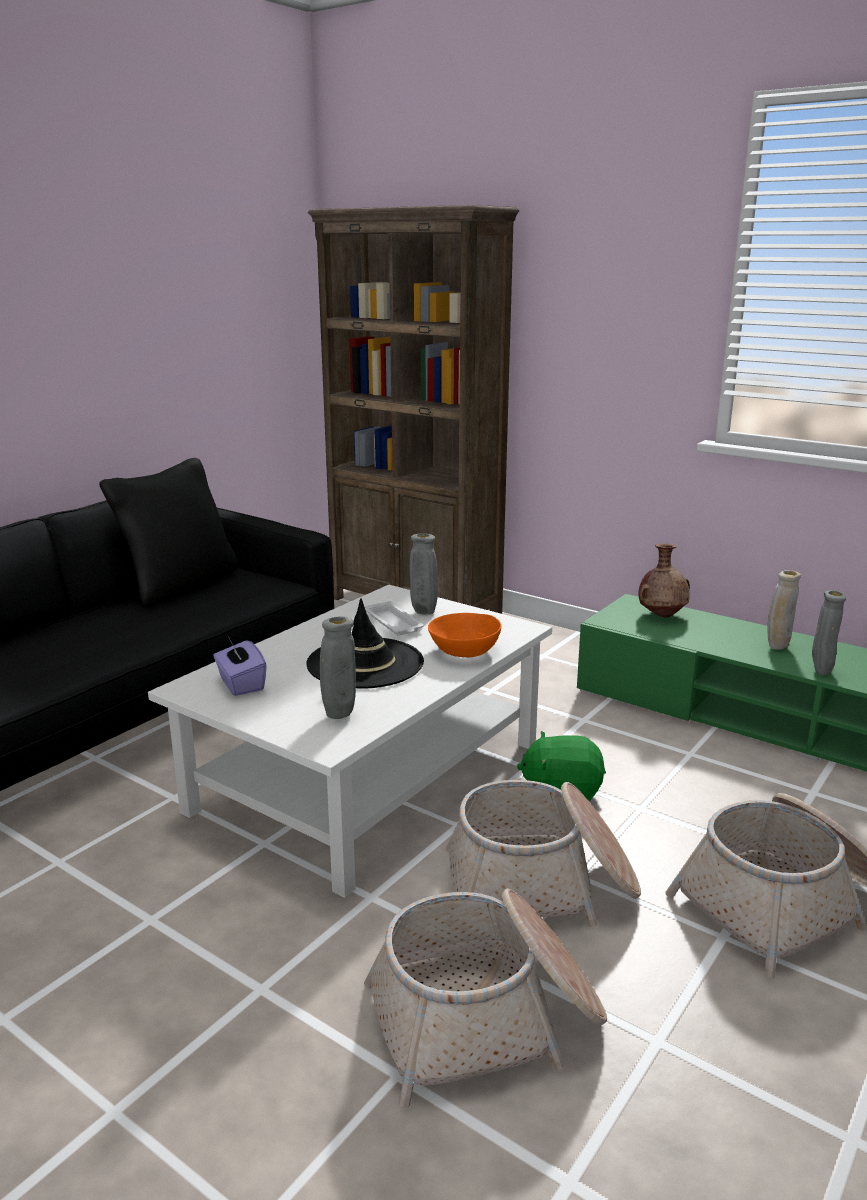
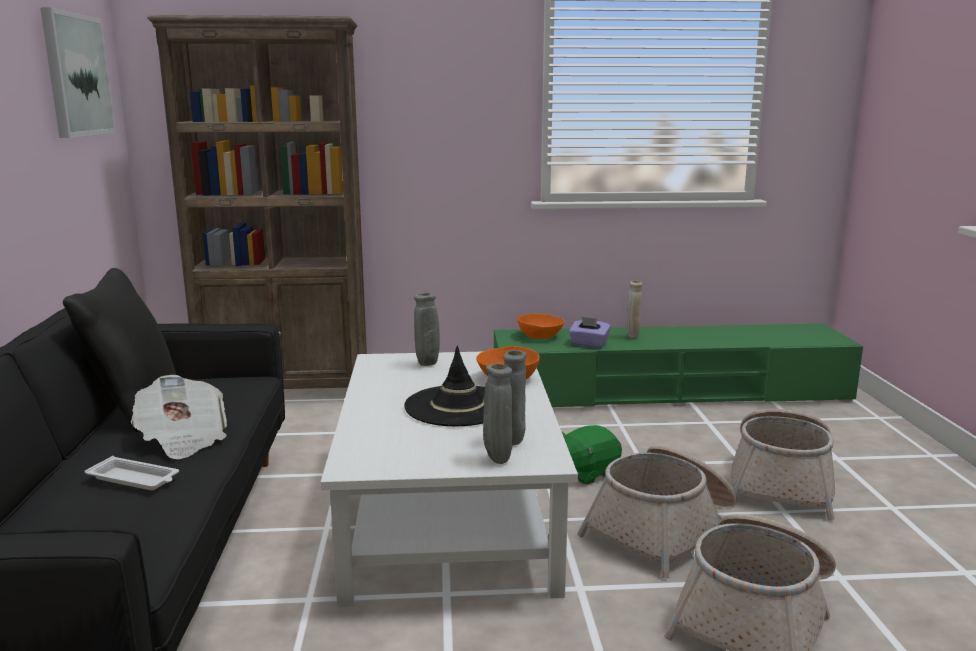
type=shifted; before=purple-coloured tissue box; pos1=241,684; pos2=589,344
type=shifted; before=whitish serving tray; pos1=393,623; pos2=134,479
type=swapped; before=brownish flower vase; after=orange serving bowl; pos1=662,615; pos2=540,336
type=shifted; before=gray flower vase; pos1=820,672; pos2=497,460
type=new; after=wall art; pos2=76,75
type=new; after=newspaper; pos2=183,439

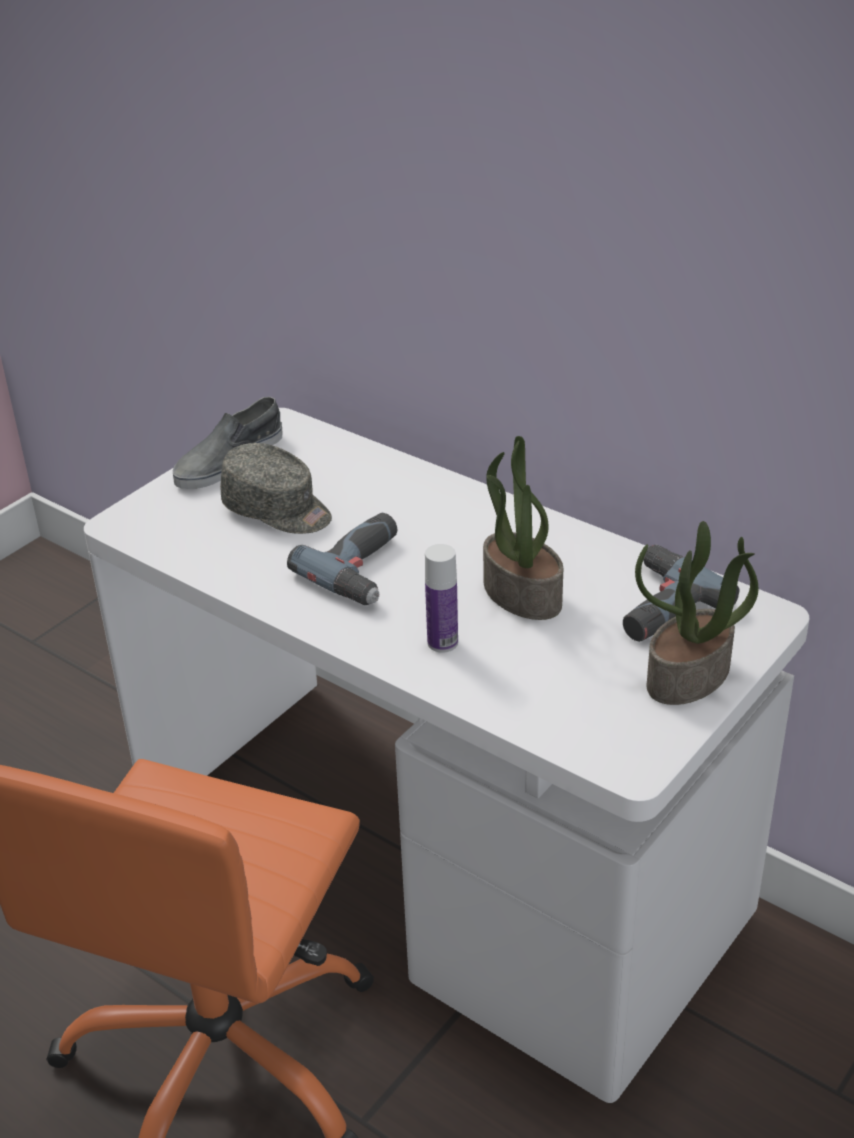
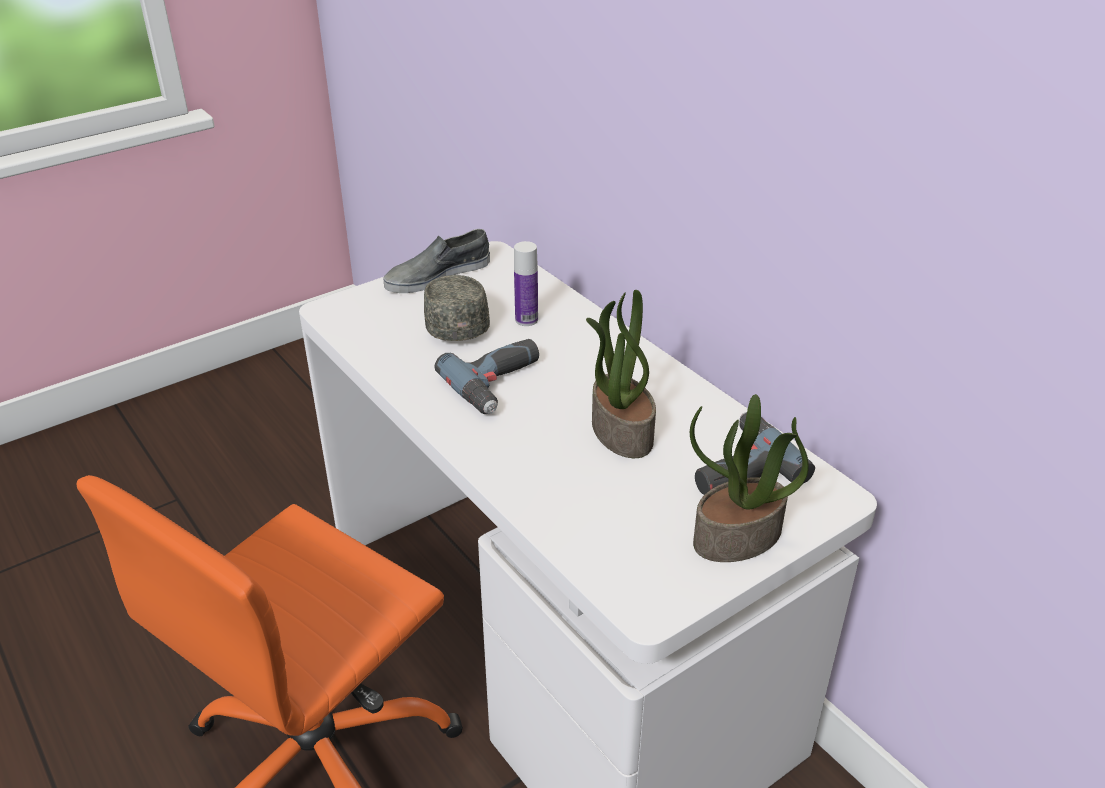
type=rotated; before=gray peaked cap; pos1=278,510; pos2=455,322; turn=-150
type=shifted; before=bottle; pos1=442,642; pos2=526,320

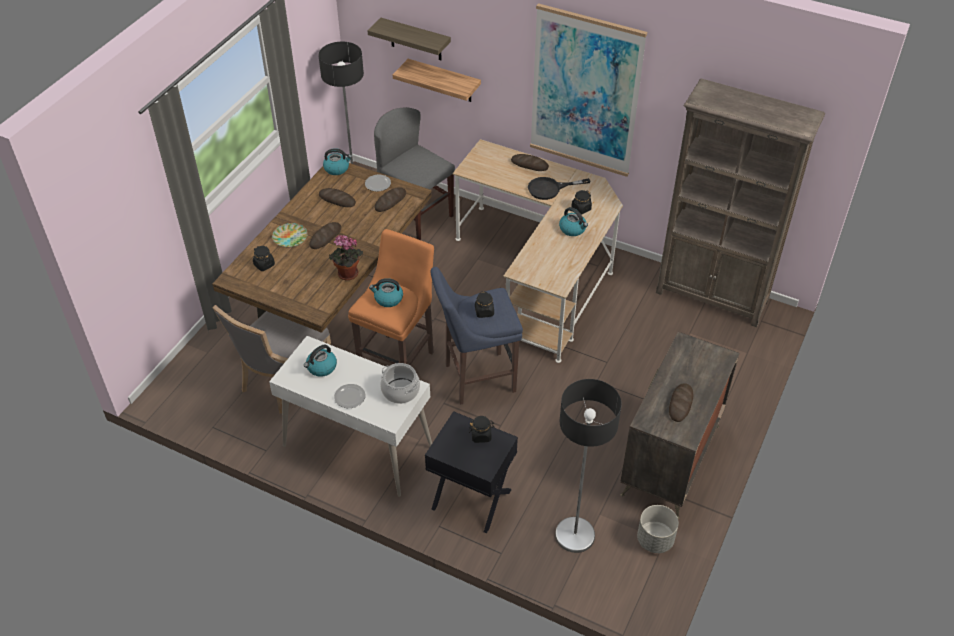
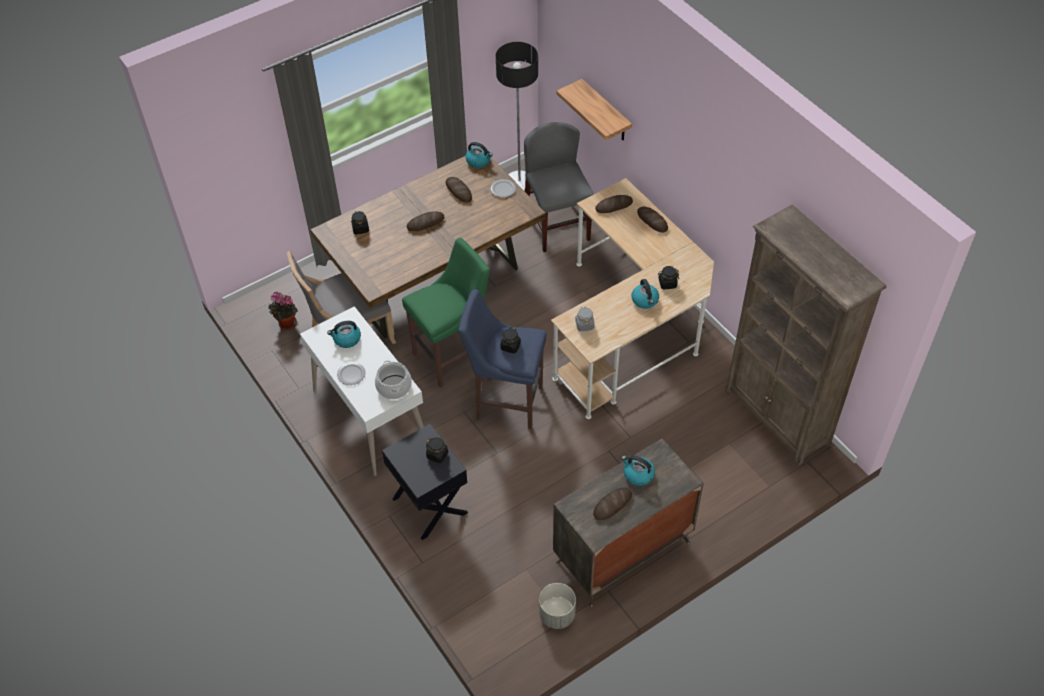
type=gone; before=dinner plate; pos1=290,237
type=shifted; before=plant in a pot; pos1=347,275; pos2=286,324
type=repainted; before=orange stool seat; after=green stool seat; pos1=399,360; pos2=453,356
type=gone; before=shelf; pos1=416,40
type=shifted; before=water kettle; pos1=388,299; pos2=638,474
type=shifted; before=baked bread; pos1=390,201; pos2=614,206
type=gone; before=black-coloured frying pan; pos1=550,189
type=gone; before=wall art; pos1=585,92
type=gone; before=standard lamp; pos1=574,535
type=new; after=gray preserve jar; pos2=584,325

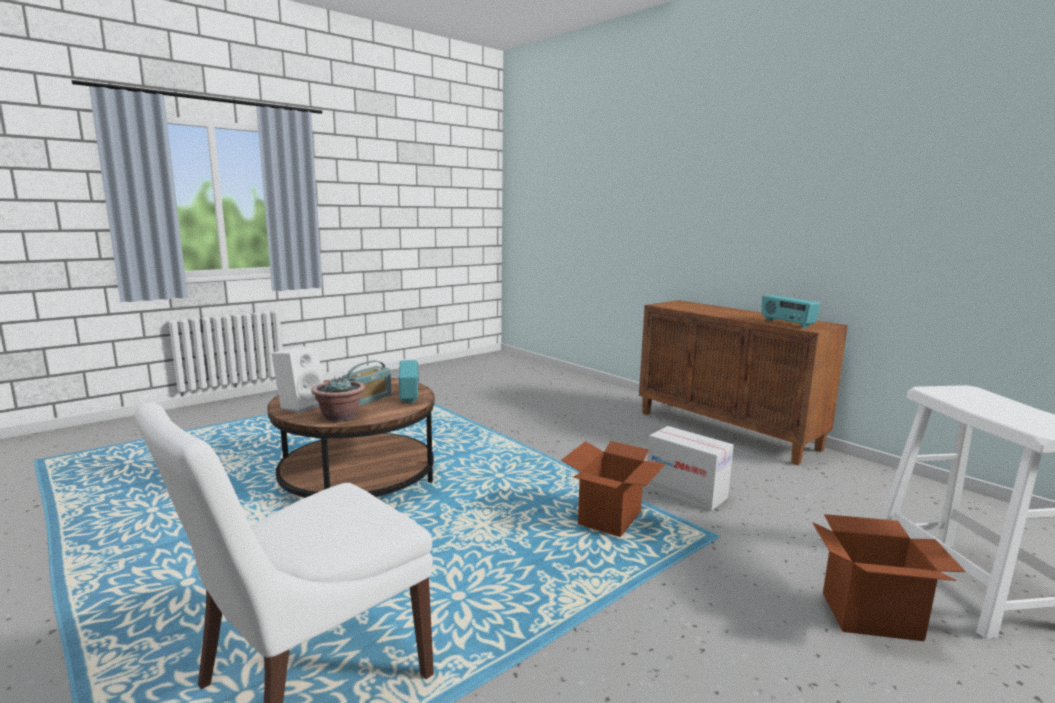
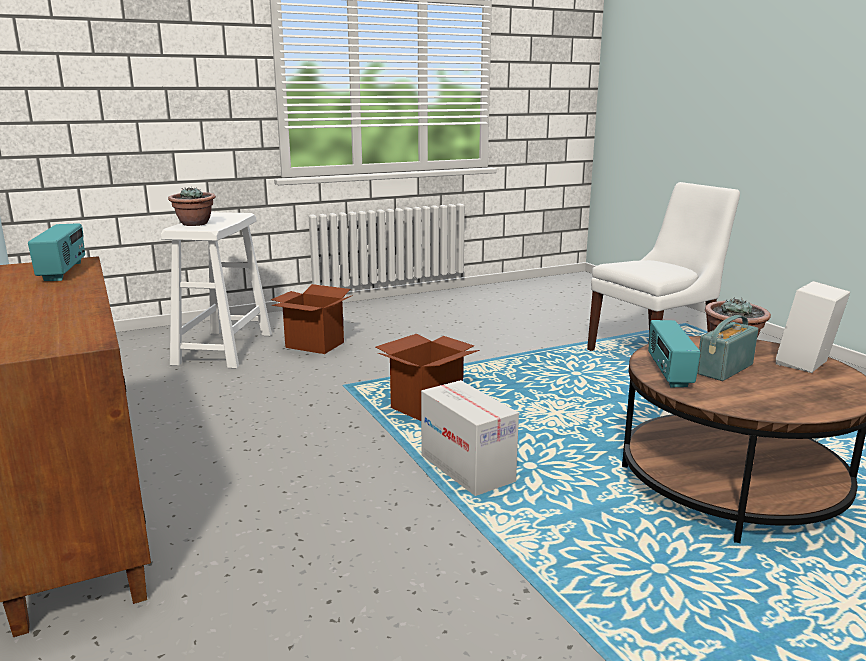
type=shifted; before=carton; pos1=686,492; pos2=466,469
type=new; after=plant in a pot; pos2=195,224

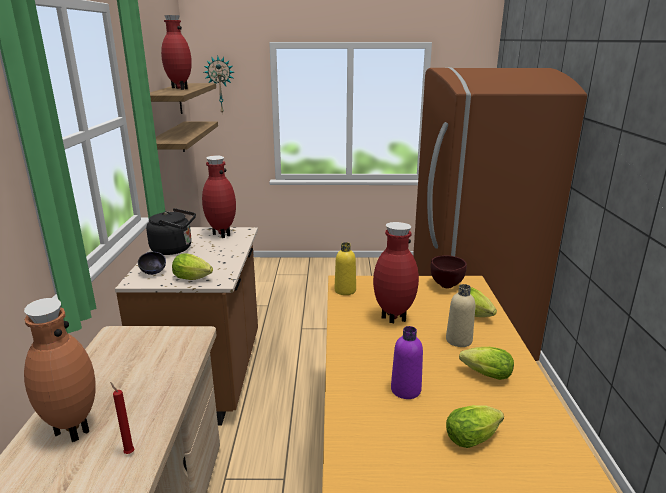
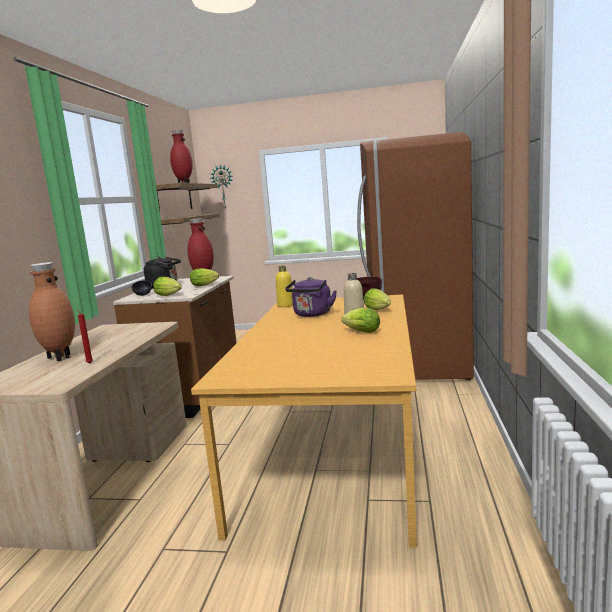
type=swapped; before=red-coloured flower vase; after=purple-coloured water kettle; pos1=393,319; pos2=312,314
type=gone; before=purple-coloured bottle; pos1=405,390
type=shifted; before=head of lettuce; pos1=474,437; pos2=205,285

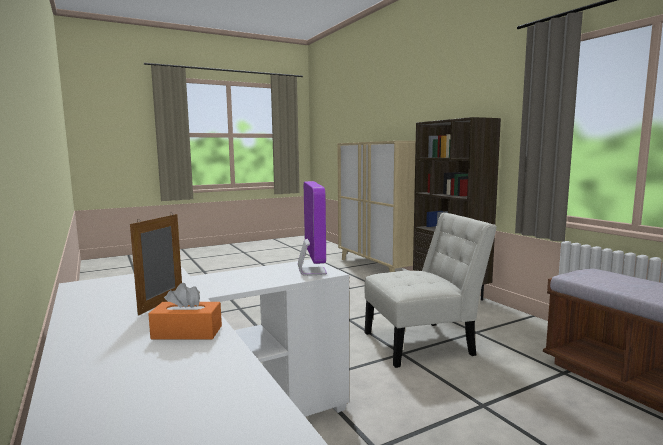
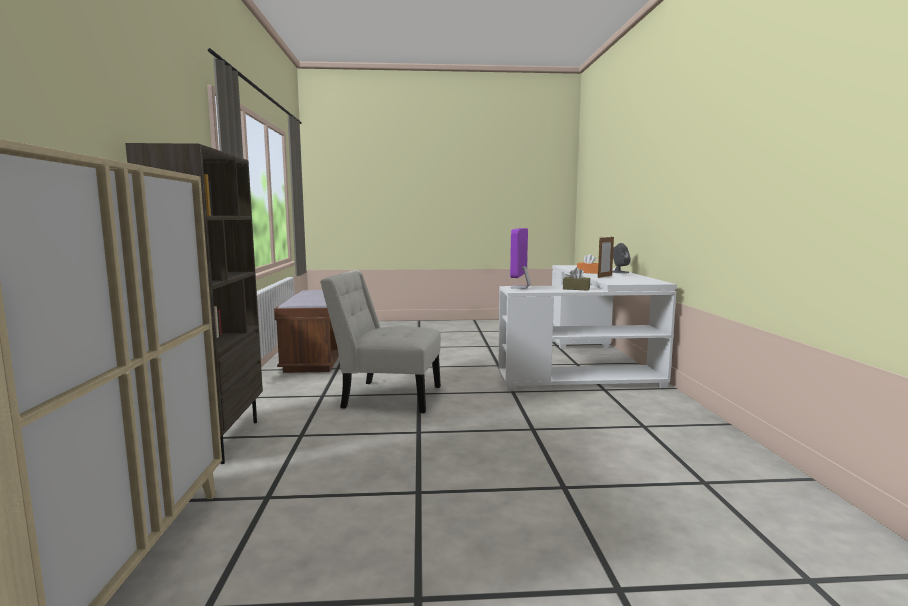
type=new; after=brownish tissue box; pos2=576,289
type=new; after=gray speaker; pos2=619,272

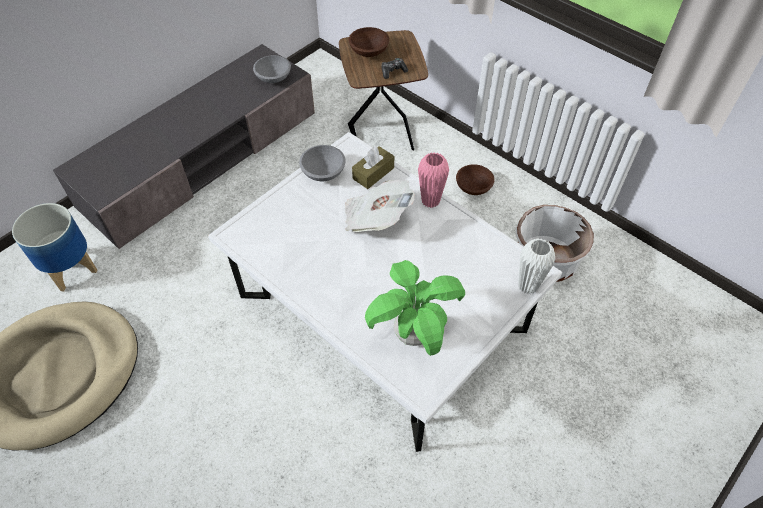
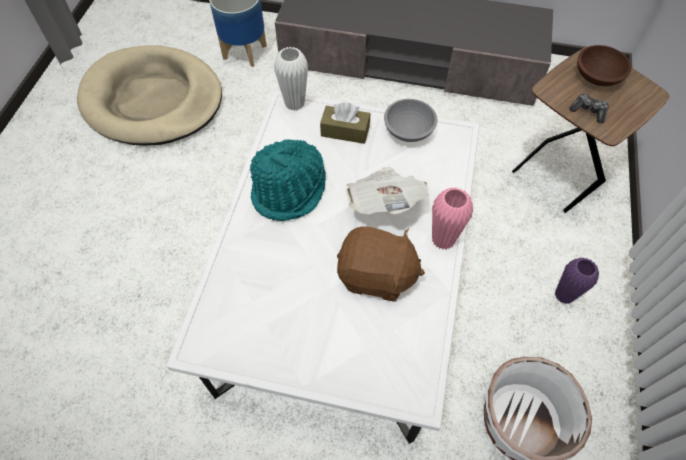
type=gone; before=gray serving bowl; pos1=273,77
type=shifted; before=brownish tissue box; pos1=373,173; pos2=345,131
type=gone; before=plant in a pot; pos1=413,335
type=swapped; before=brownish serving bowl; after=purple-coloured flower vase; pos1=473,187; pos2=564,295
type=shifted; before=whitish flower vase; pos1=528,286; pos2=294,103
type=new; after=blue-green wearable hat; pos2=290,190
type=new; after=brownish soft toy; pos2=376,276

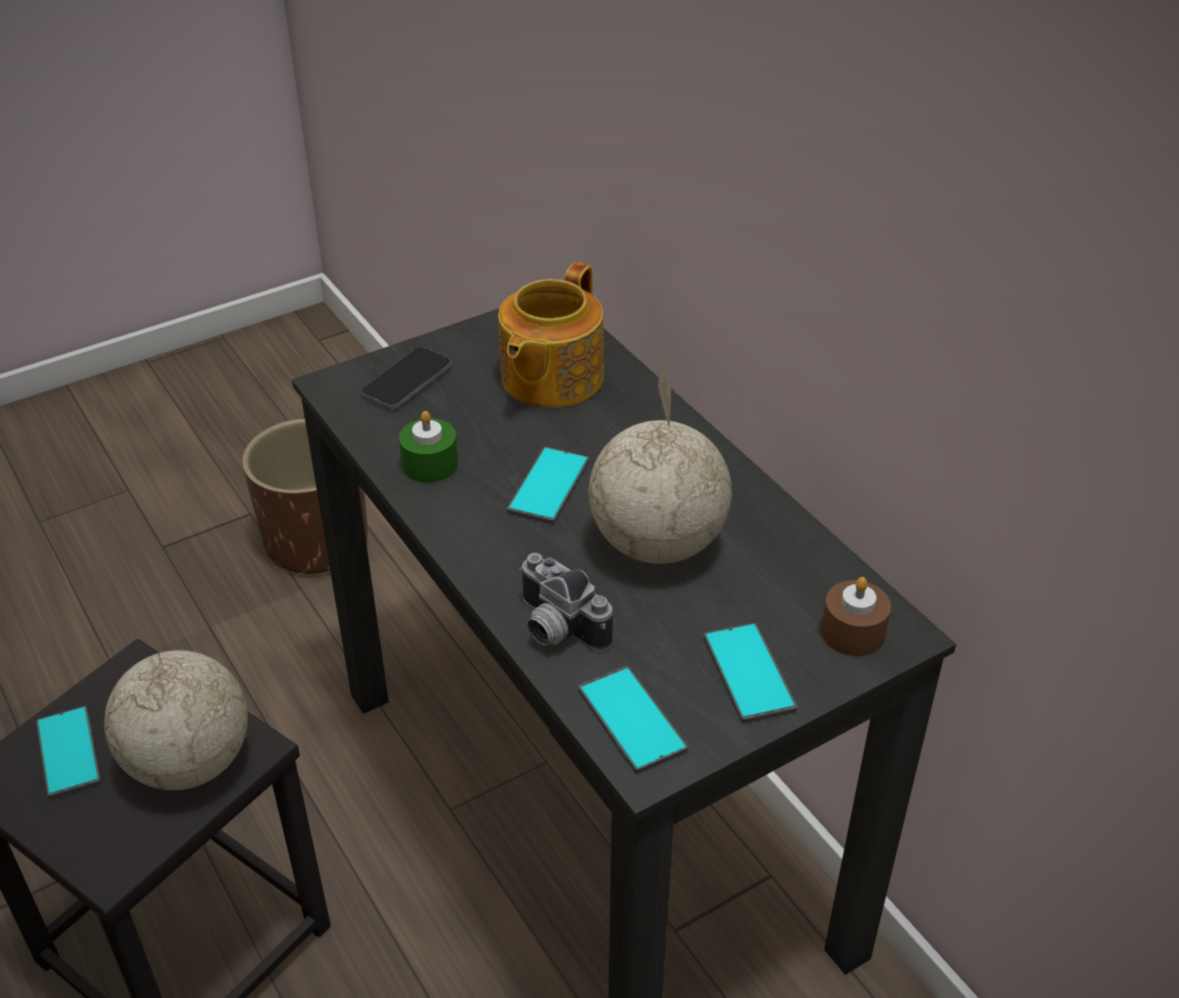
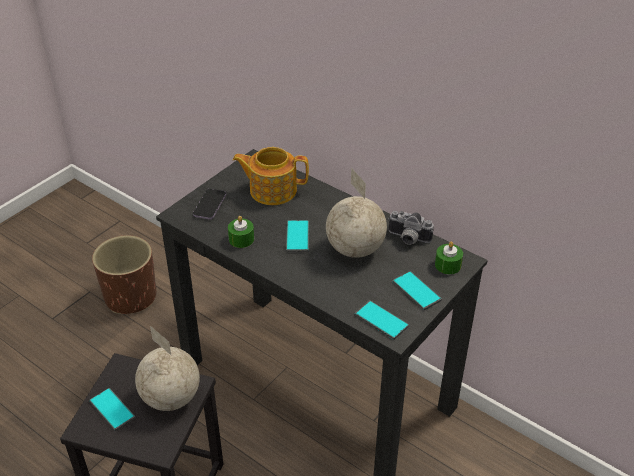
type=rotated; before=tea pot; pos1=549,378; pos2=272,190; turn=90
type=shifted; before=still camera; pos1=554,629; pos2=407,239
type=repainted; before=brownish wax light; after=green wax light; pos1=853,632; pos2=448,265

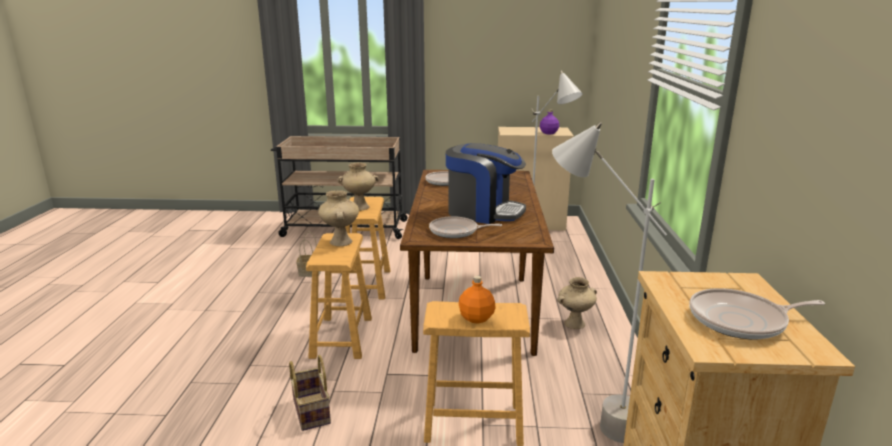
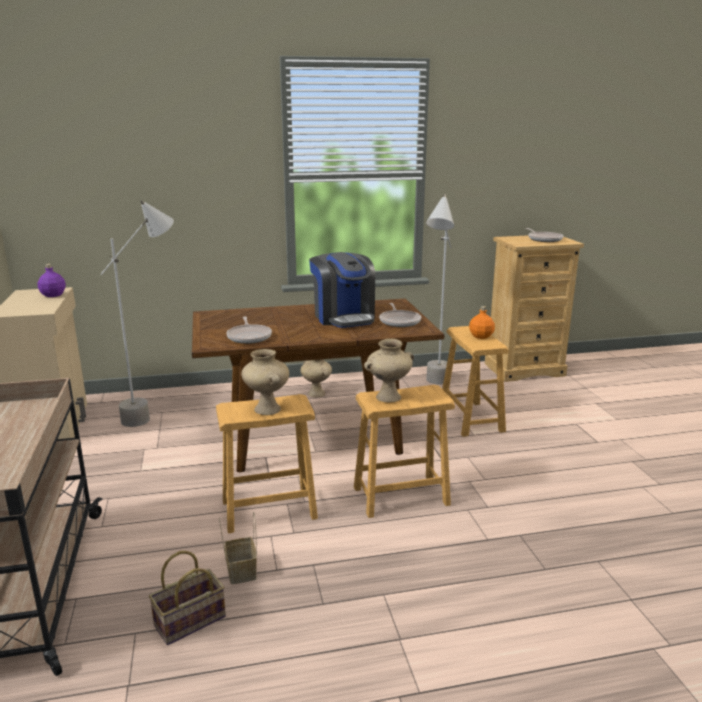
type=shifted; before=basket; pos1=310,410; pos2=189,622
type=rotated; before=coffee maker; pos1=483,212; pos2=344,317; turn=150

